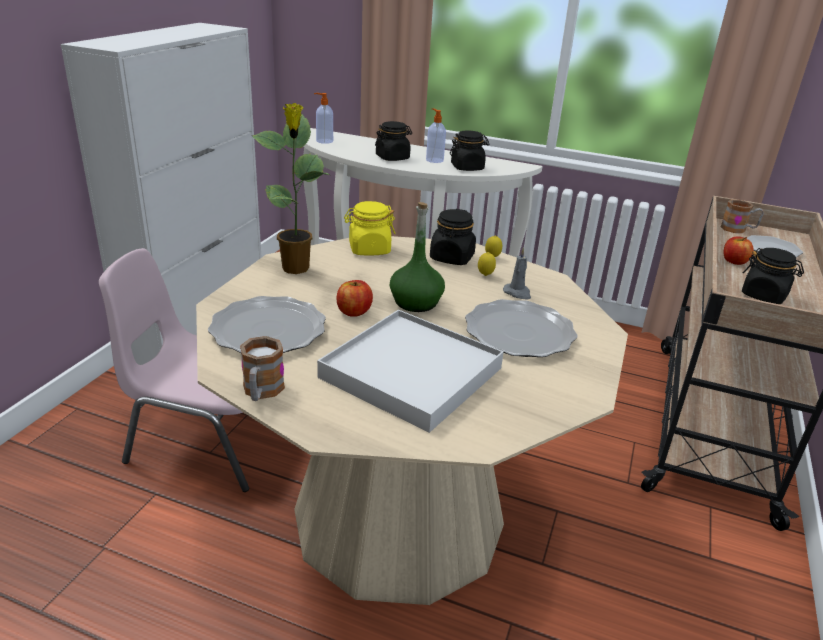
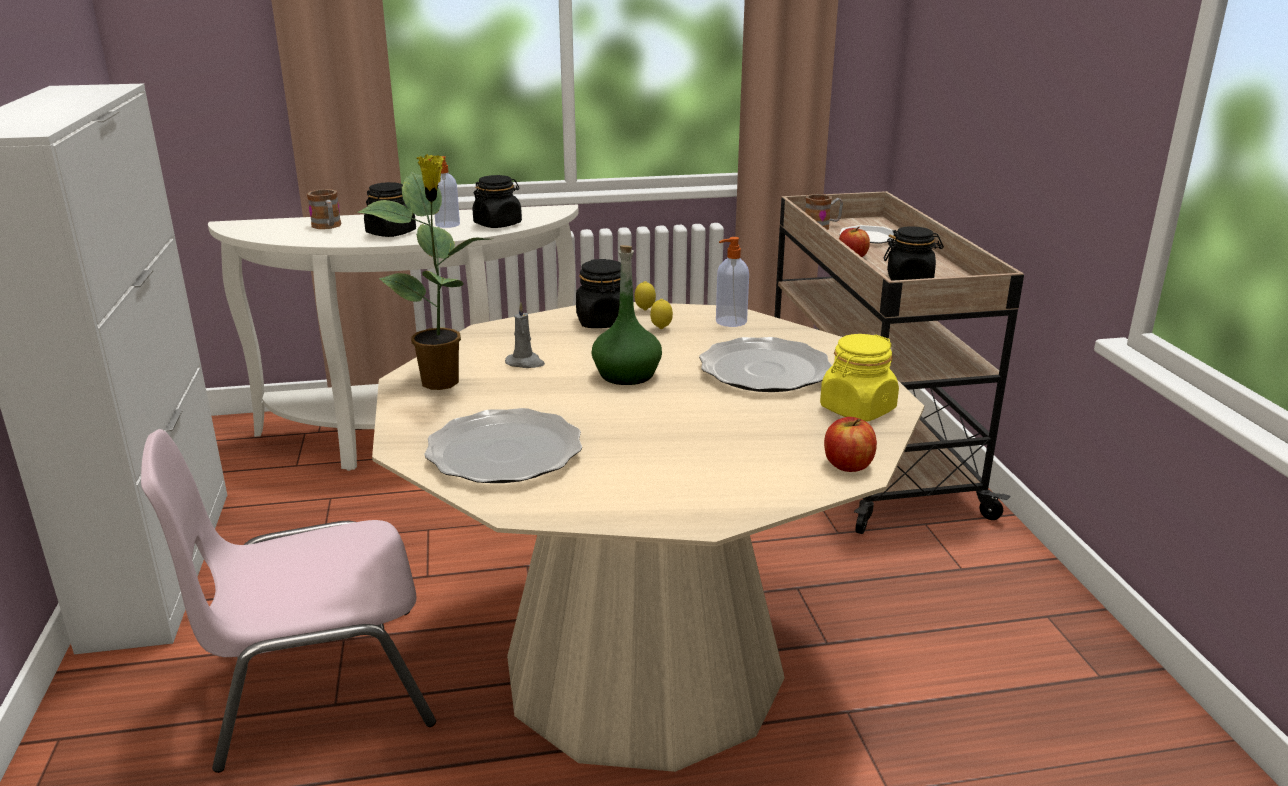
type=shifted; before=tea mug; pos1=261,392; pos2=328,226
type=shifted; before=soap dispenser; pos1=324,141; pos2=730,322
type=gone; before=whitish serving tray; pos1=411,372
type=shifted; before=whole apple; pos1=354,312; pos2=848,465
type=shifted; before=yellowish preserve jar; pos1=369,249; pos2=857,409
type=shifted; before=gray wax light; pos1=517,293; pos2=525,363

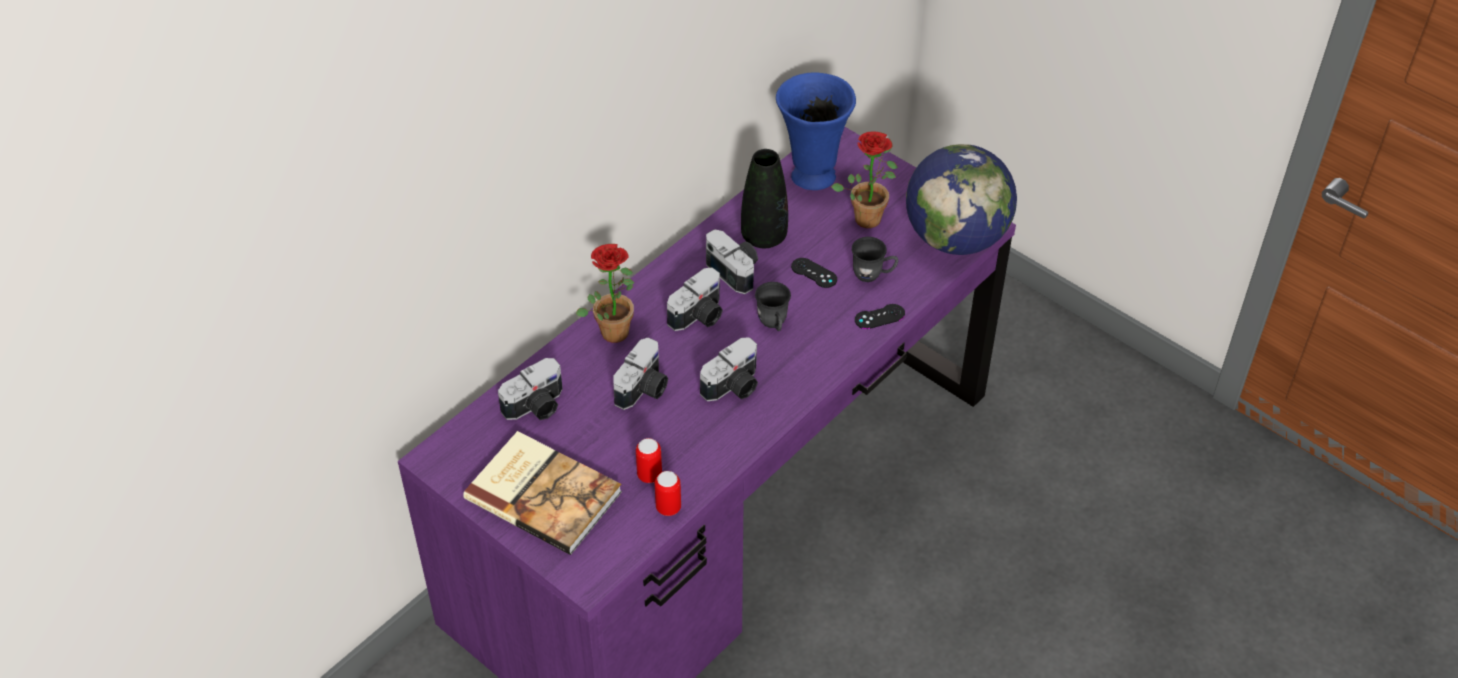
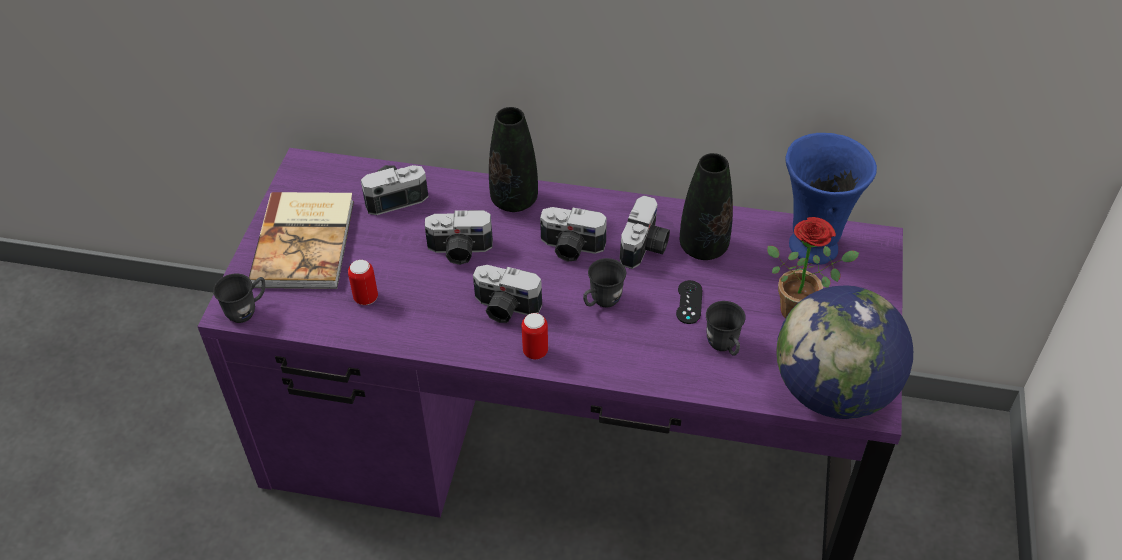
type=rotated; before=still camera; pos1=536,407; pos2=394,196; turn=135
type=swapped; before=plant in a pot; after=black-coloured flower vase; pos1=613,328; pos2=514,200
type=shifted; before=metal can; pos1=668,508; pos2=535,351
type=gone; before=black-coloured gamepad; pos1=879,317
type=new; after=gray tea mug; pos2=247,310

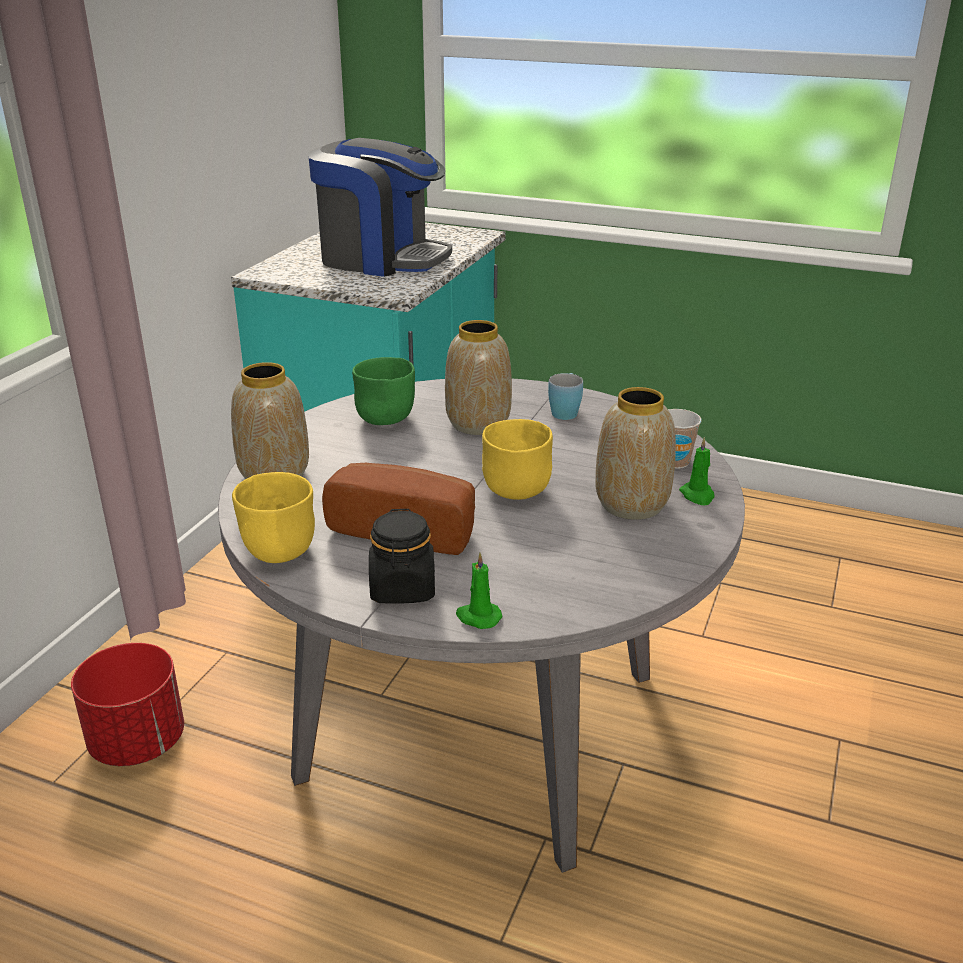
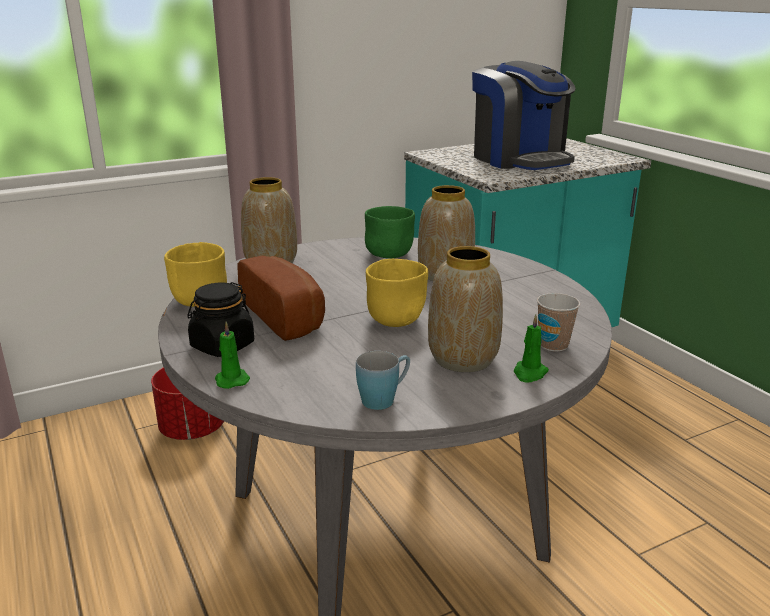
type=shifted; before=blue-coloured tea mug; pos1=565,411; pos2=384,398

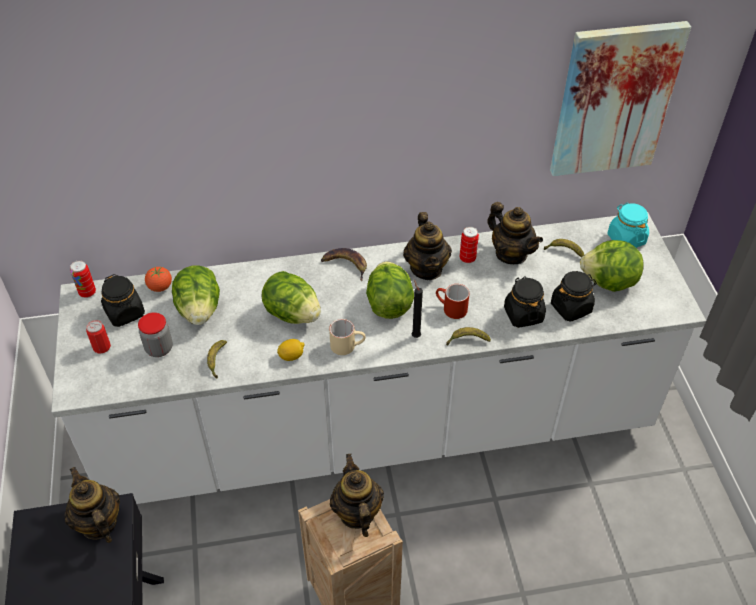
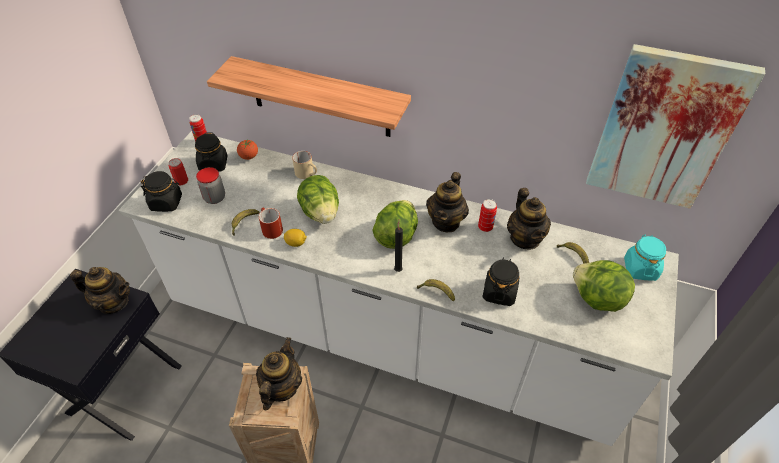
type=rotated; before=tea pot; pos1=98,523; pos2=113,302; turn=105
type=gone; before=head of lettuce; pos1=199,310
type=gone; before=banana fruit; pos1=346,264
type=shifted; before=beige-coloured tea mug; pos1=347,345; pos2=307,174
type=shifted; before=red-coloured tea mug; pos1=450,309; pos2=270,228
type=shifted; before=black-coloured preserve jar; pos1=571,307; pos2=166,203
type=new; after=shelf; pos2=320,98

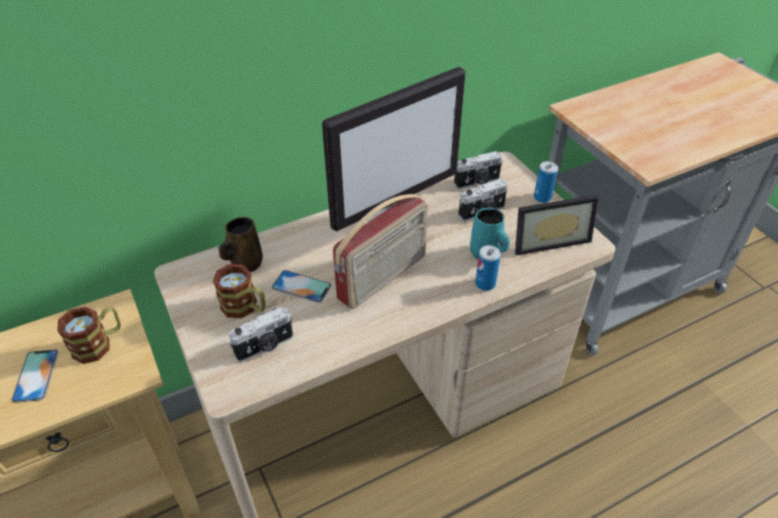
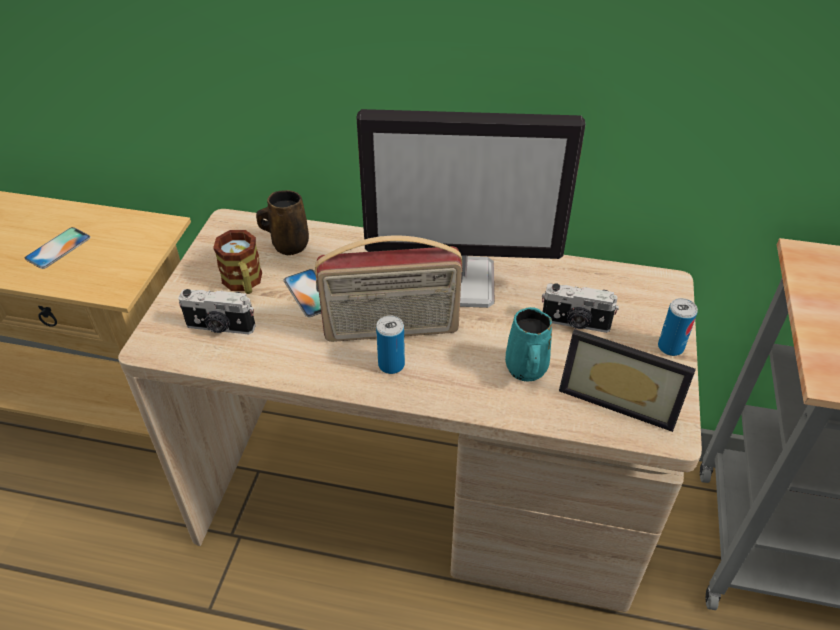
type=gone; before=tea mug; pos1=99,344
type=gone; before=still camera; pos1=477,182
type=shifted; before=metal can; pos1=485,284; pos2=391,365

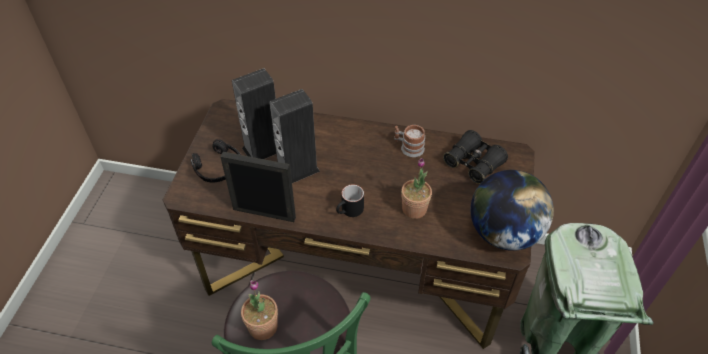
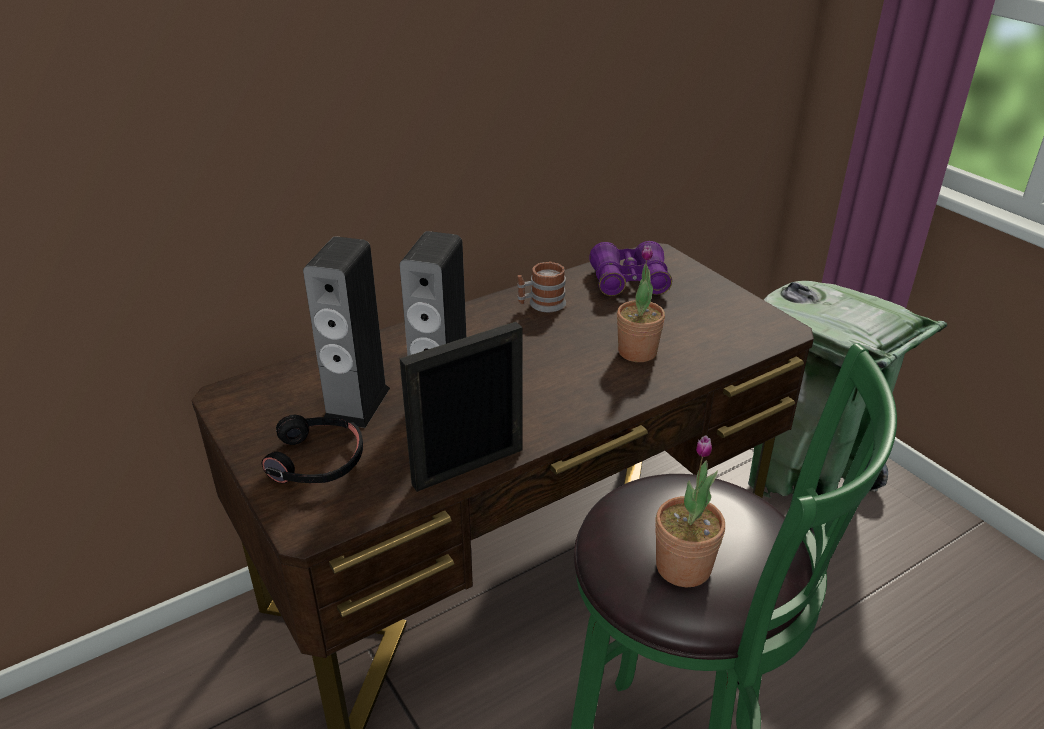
type=gone; before=black-coloured tea mug; pos1=349,211
type=repainted; before=black-coloured binoculars; after=purple-coloured binoculars; pos1=473,163; pos2=629,282
type=gone; before=globe; pos1=503,233

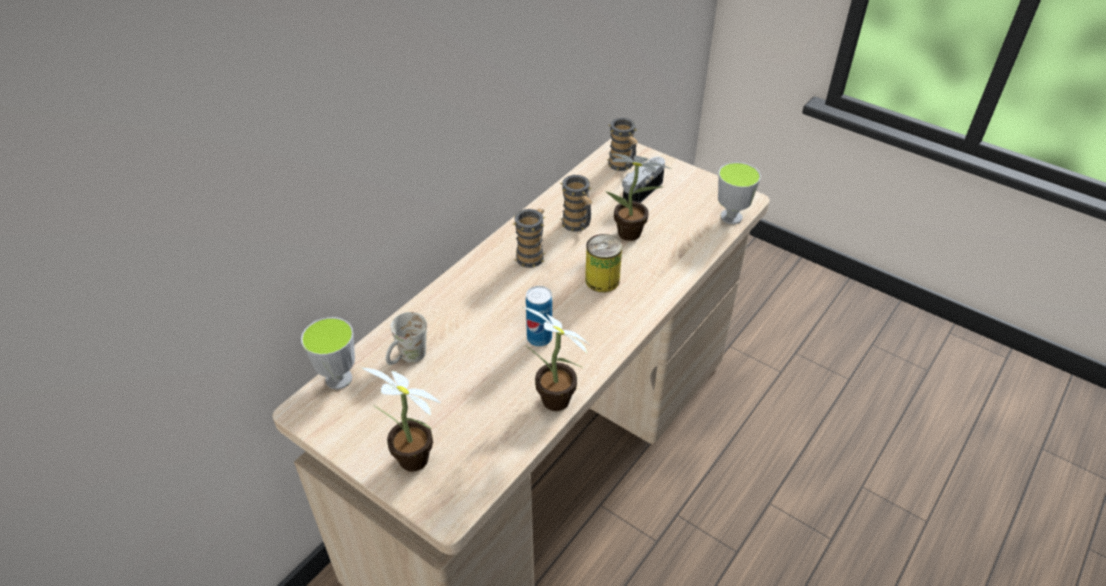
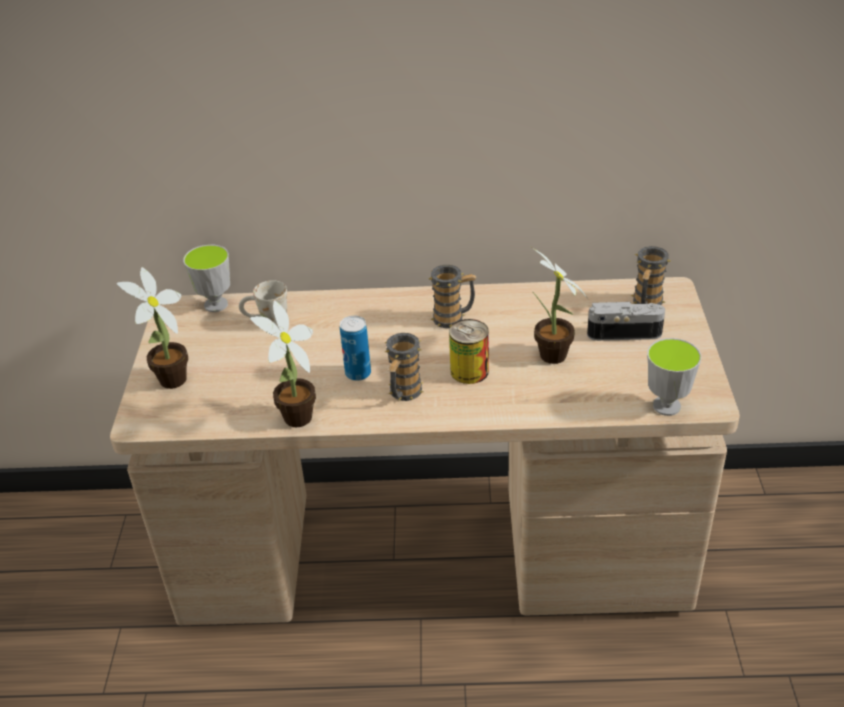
type=shifted; before=tea mug; pos1=578,226; pos2=403,394

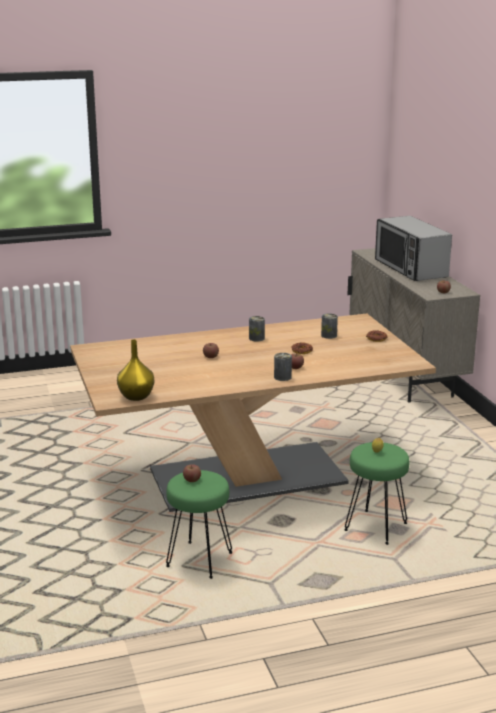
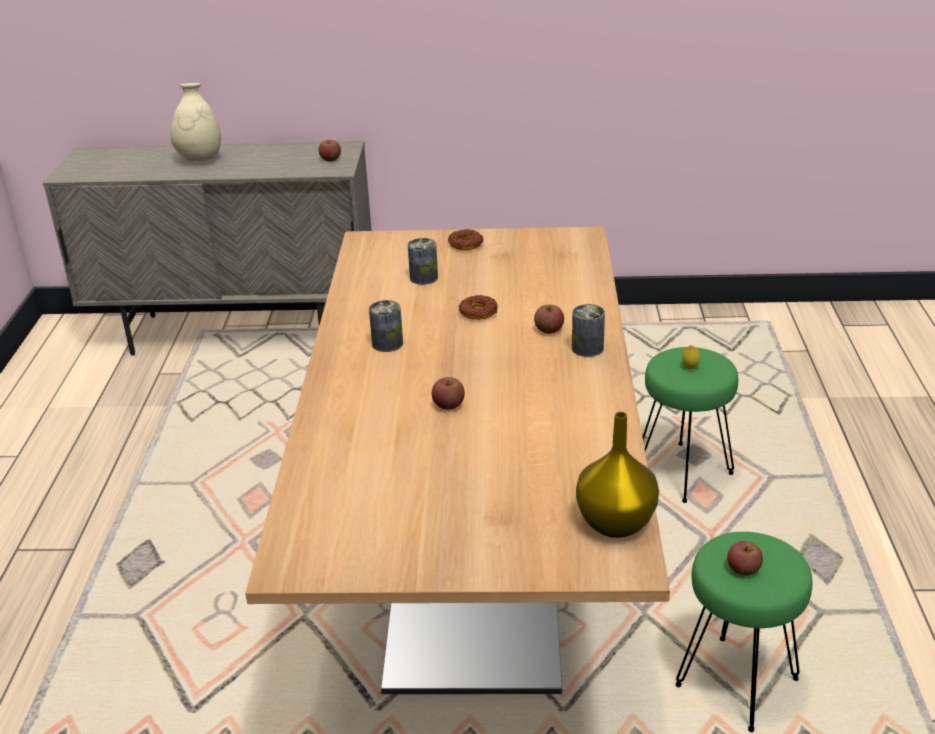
type=swapped; before=microwave; after=beige-coloured flower vase; pos1=410,269; pos2=200,160

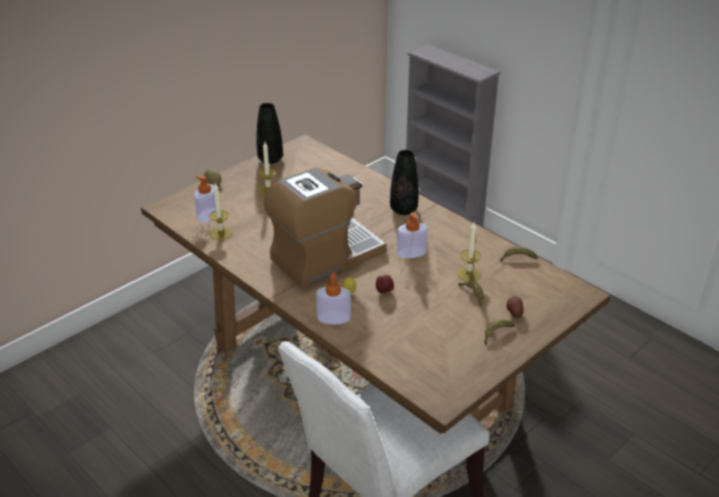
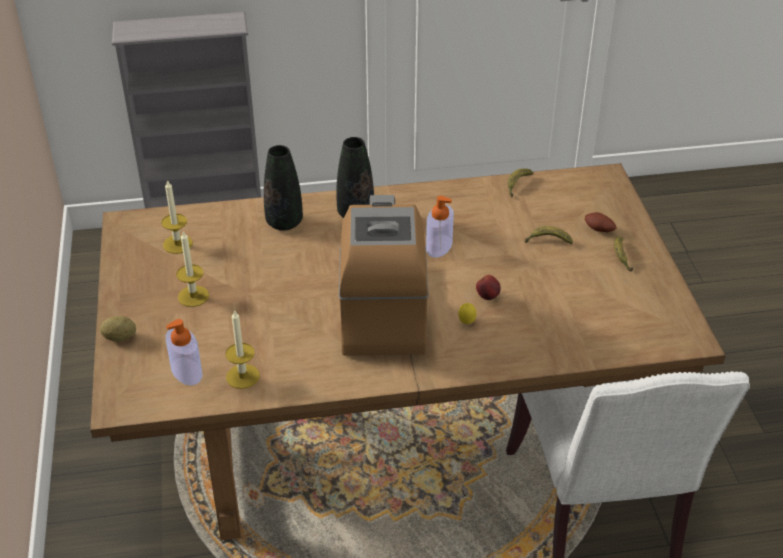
type=shifted; before=black-coloured flower vase; pos1=270,159; pos2=284,223
type=gone; before=soap dispenser; pos1=333,318
type=shifted; before=wax light; pos1=469,274; pos2=177,244

